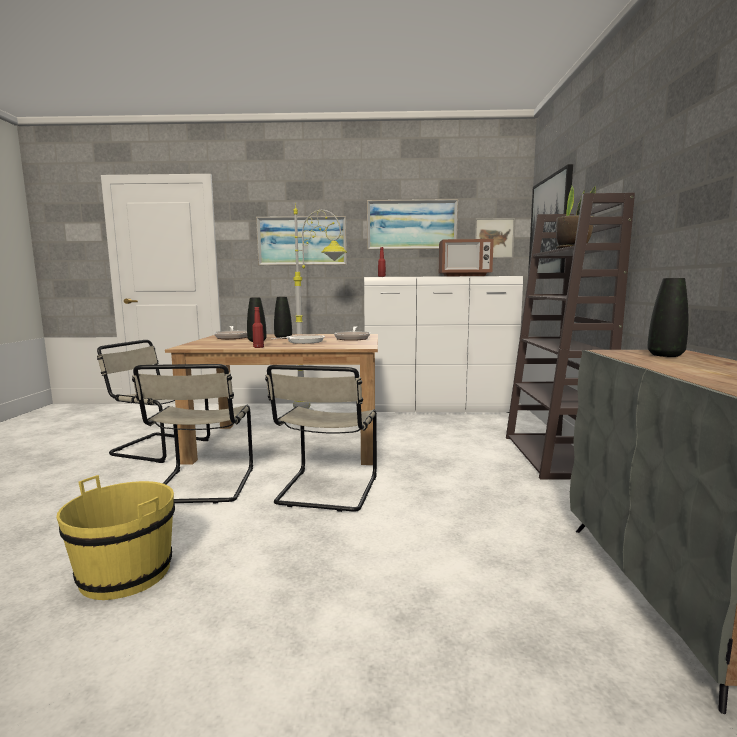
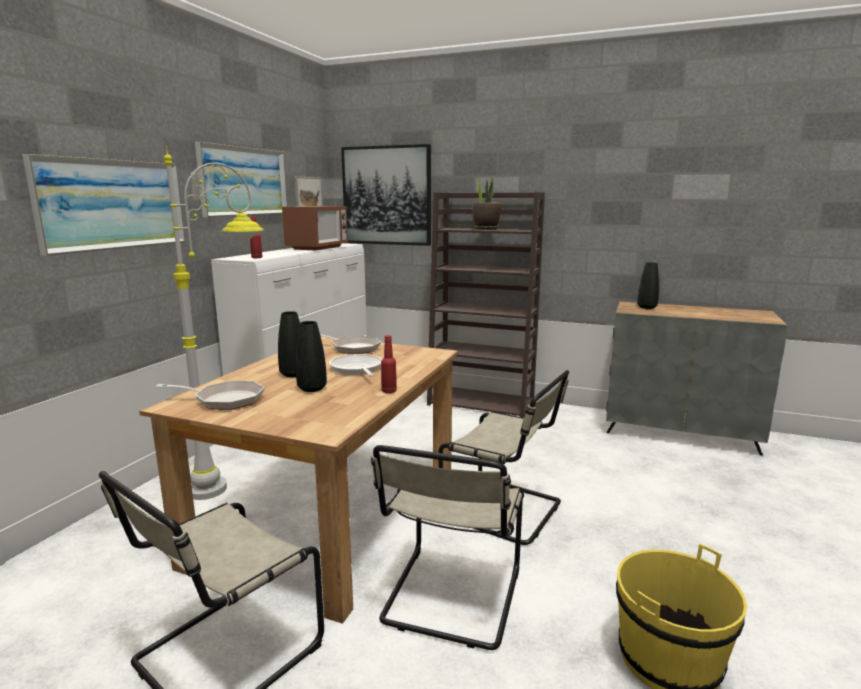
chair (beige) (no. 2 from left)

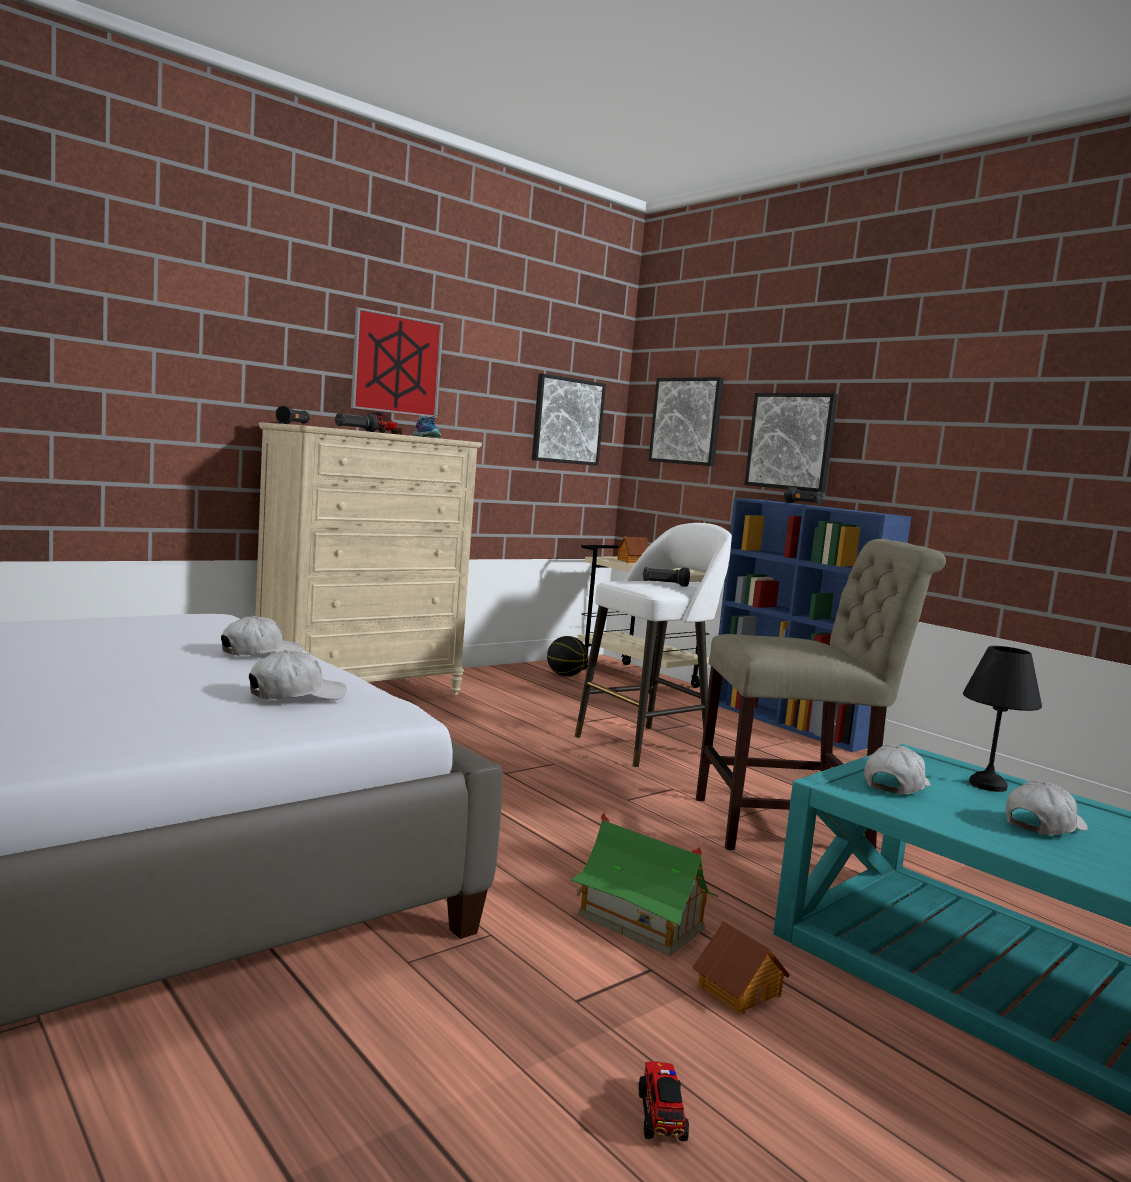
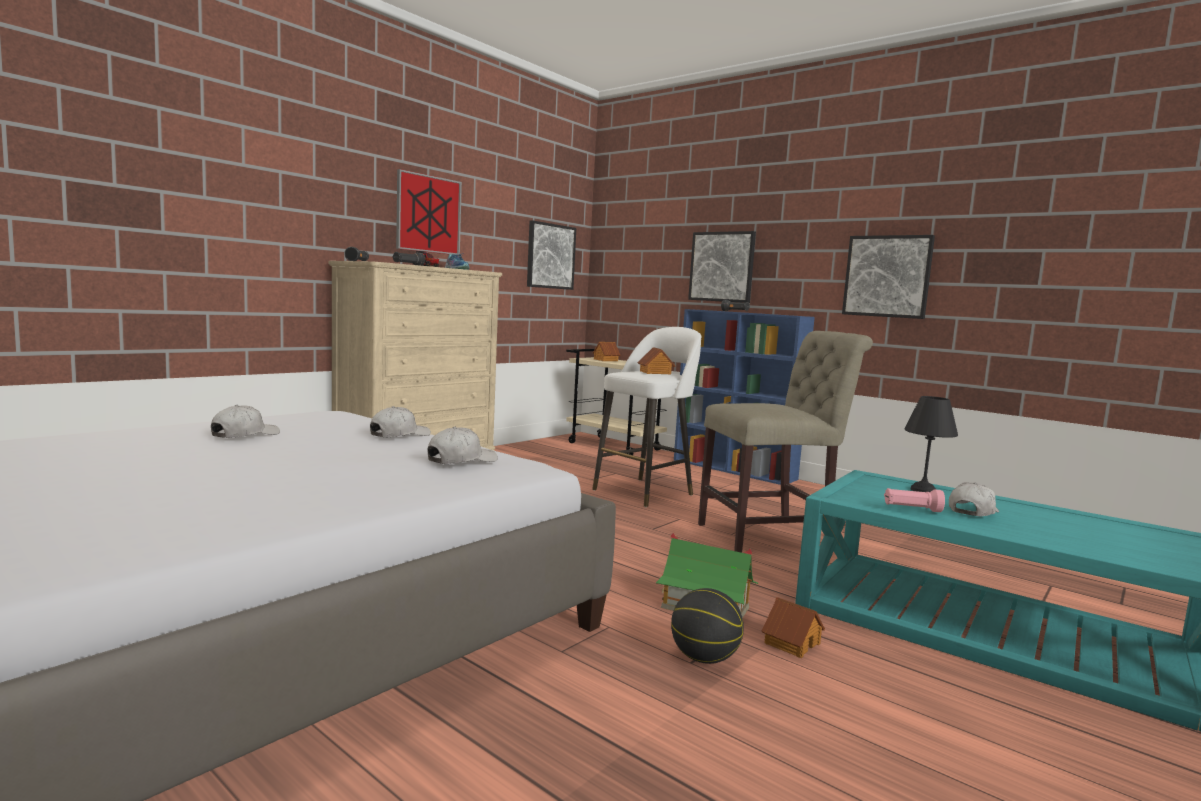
basketball ball
toy truck (no. 2 from left in the first image)
model house (no. 2 from left)
wall picture (no. 4 from left)
peaked cap (white) (no. 1 from left)
flashlight (pink-coloured)

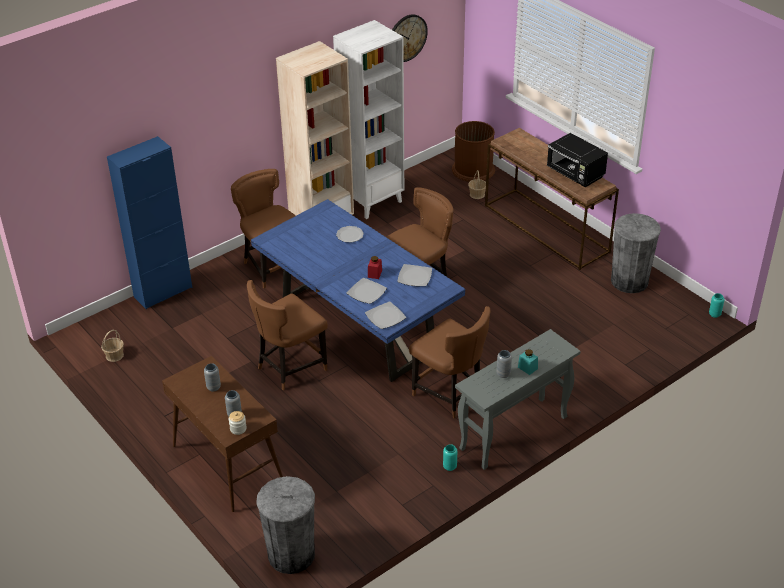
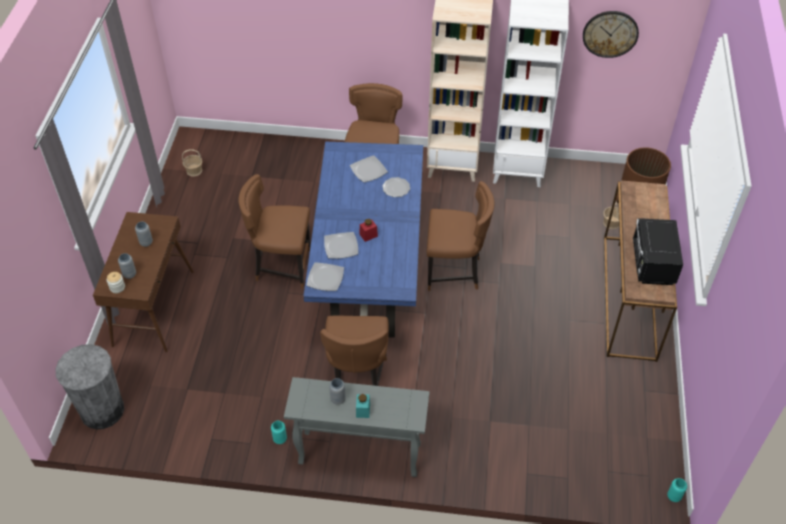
cupboard (bluish)
flat dish (no. 3 from left)
waste bin (greyish) (no. 2 from left in the first image)

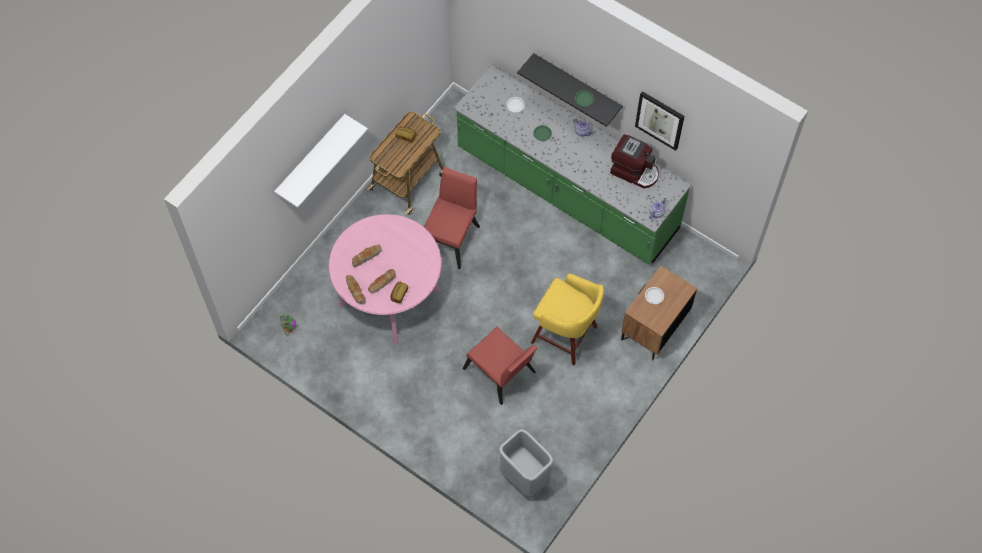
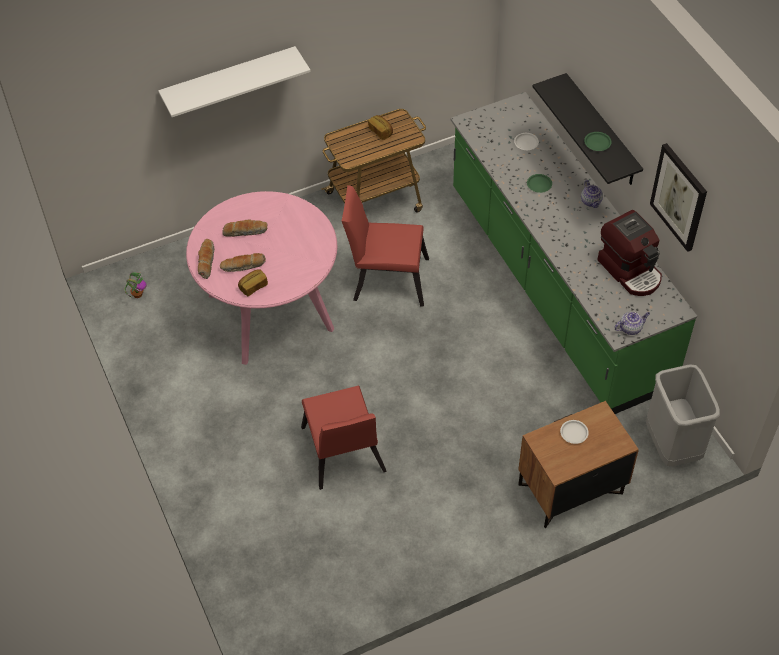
chair (red) (no. 2 from left)
waste bin (greyish)
stool seat (yellowish)

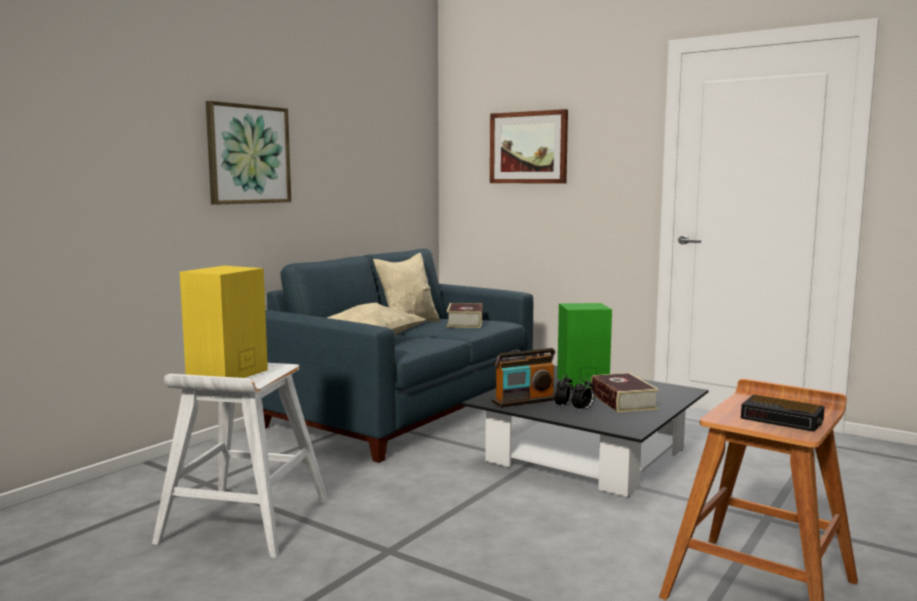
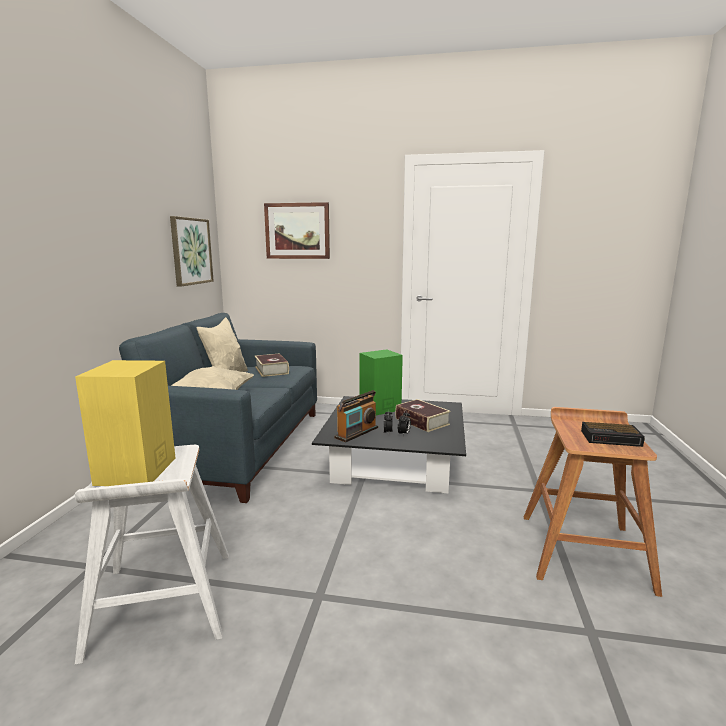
wall picture (no. 1 from left)

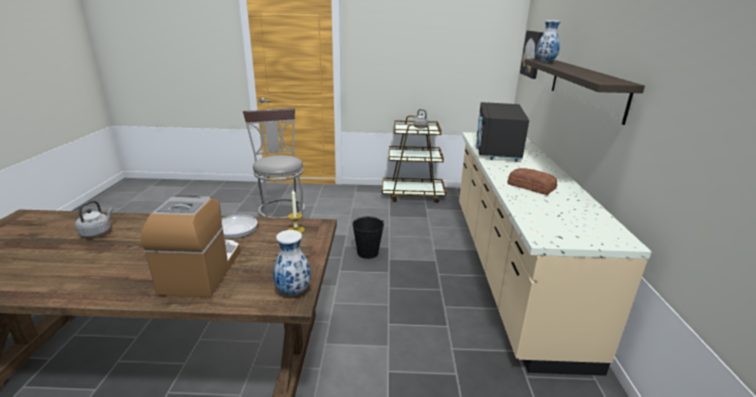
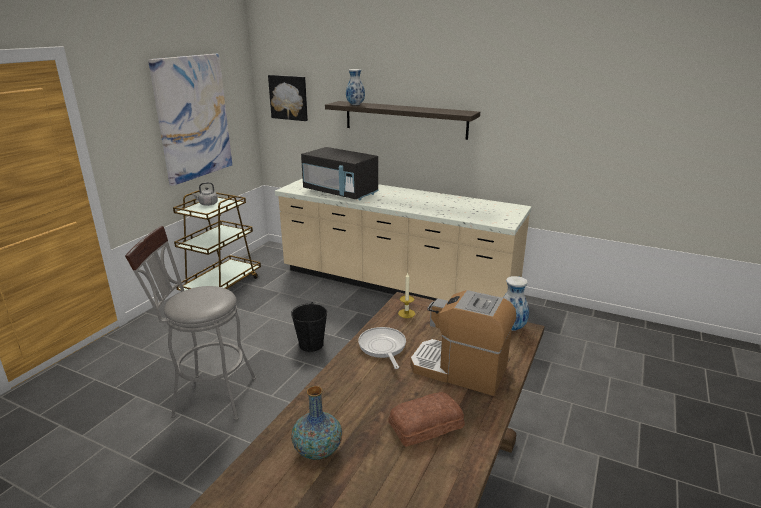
decorative vase (no. 1 from left)
bread
wall picture (no. 1 from left)

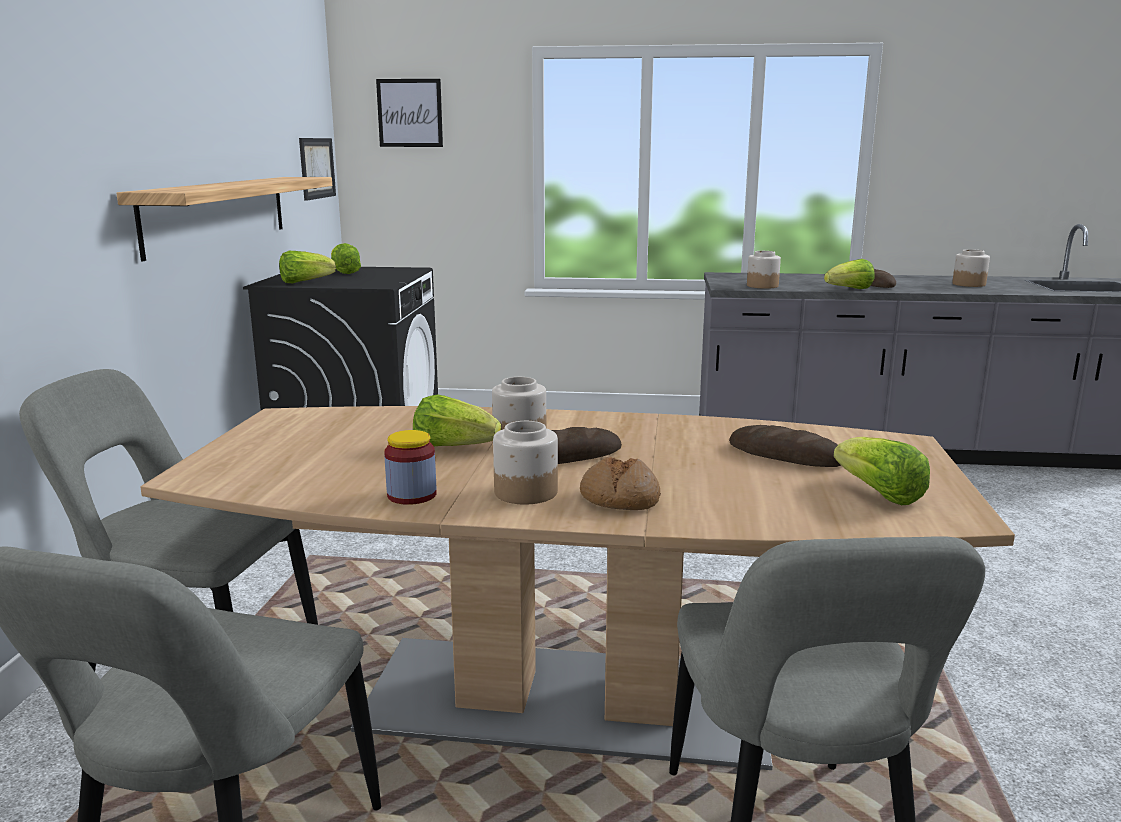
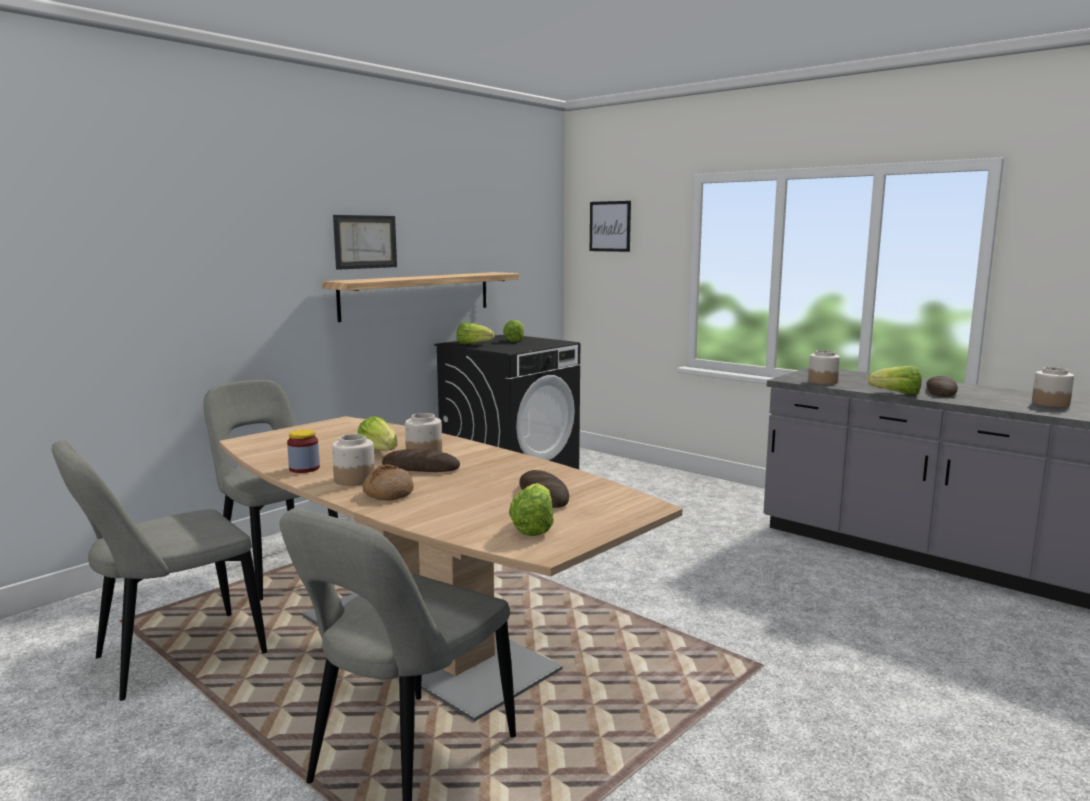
wall picture (no. 1 from left)

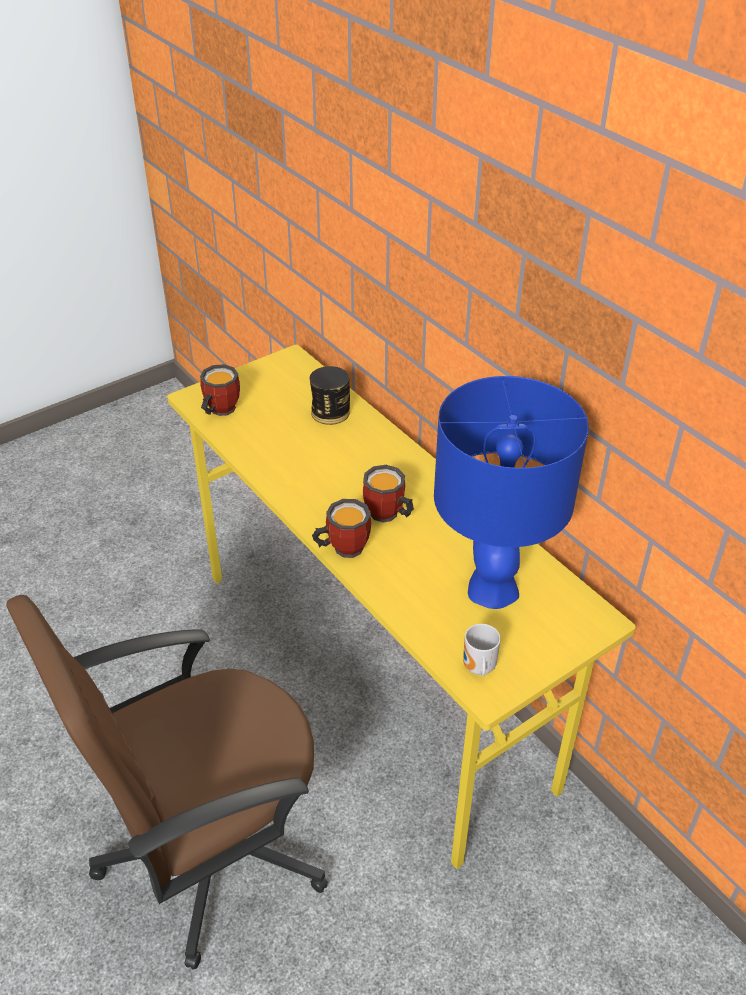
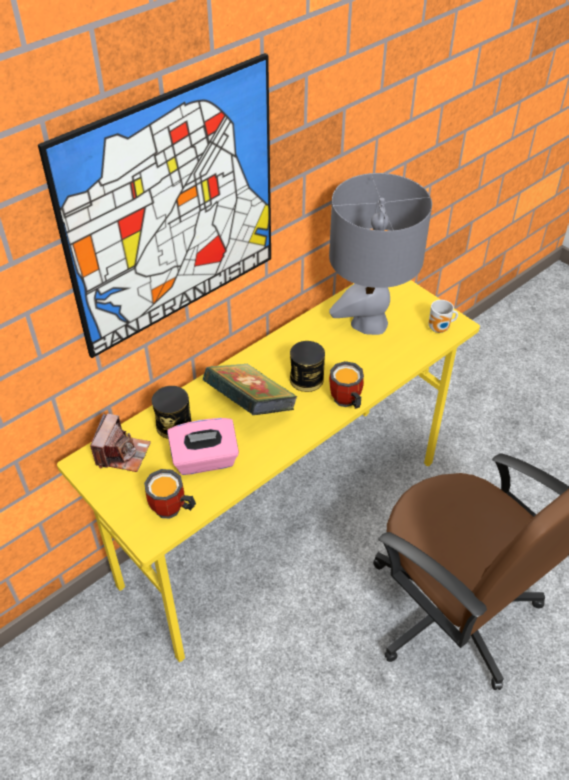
sealed can (no. 2 from left)
lamp for a table (greyish)
wall picture
photo camera
box of tissues (pink-coloured)
book

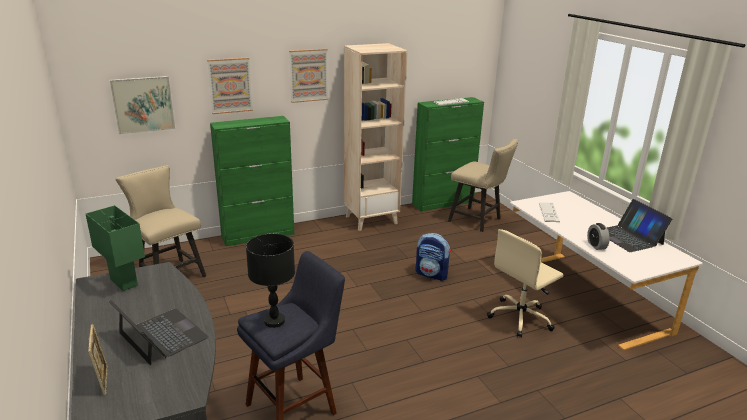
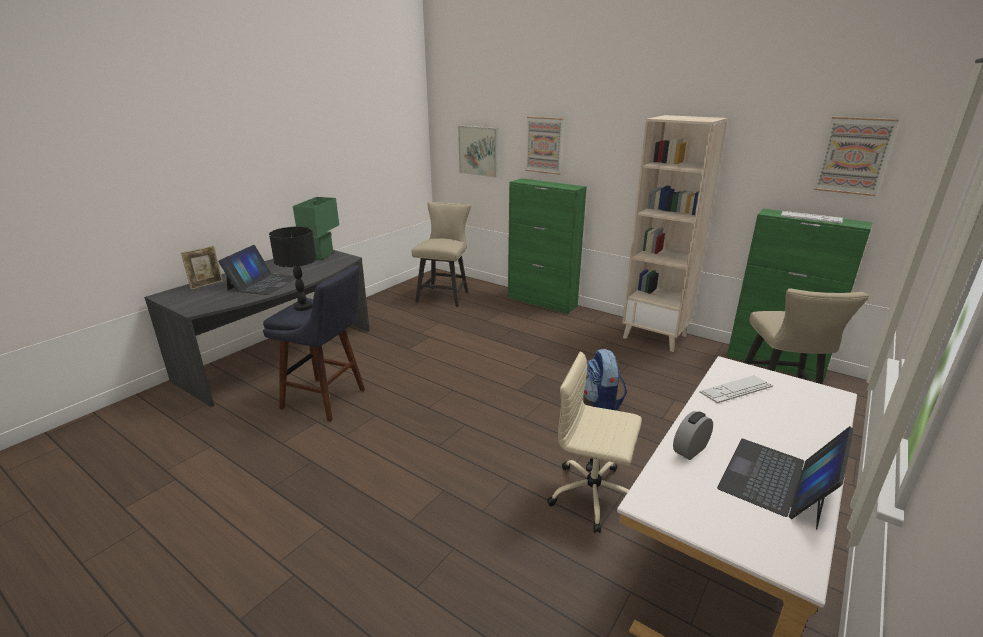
wall picture (no. 3 from left)

